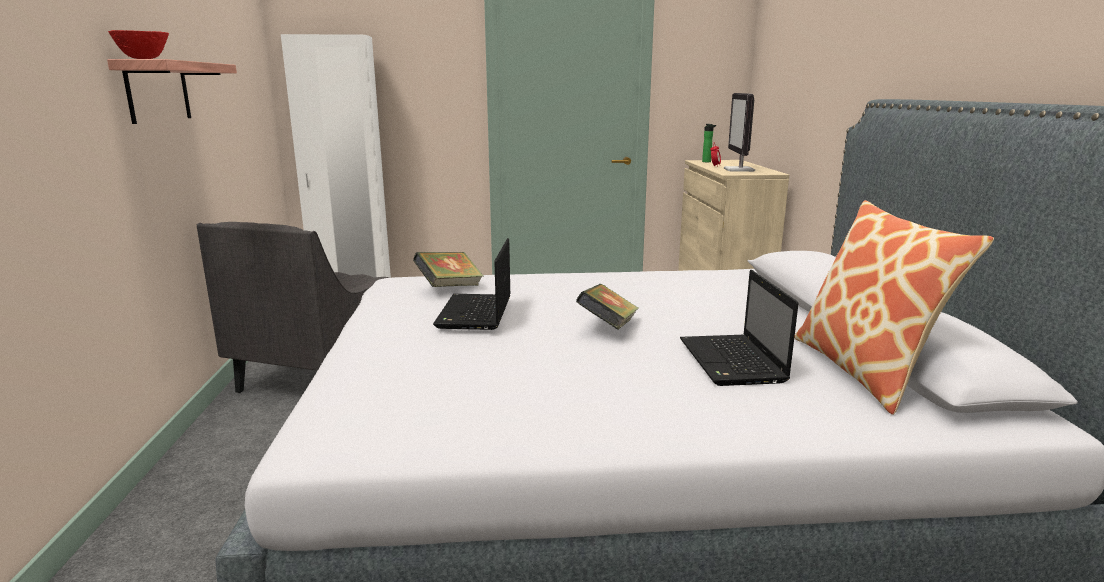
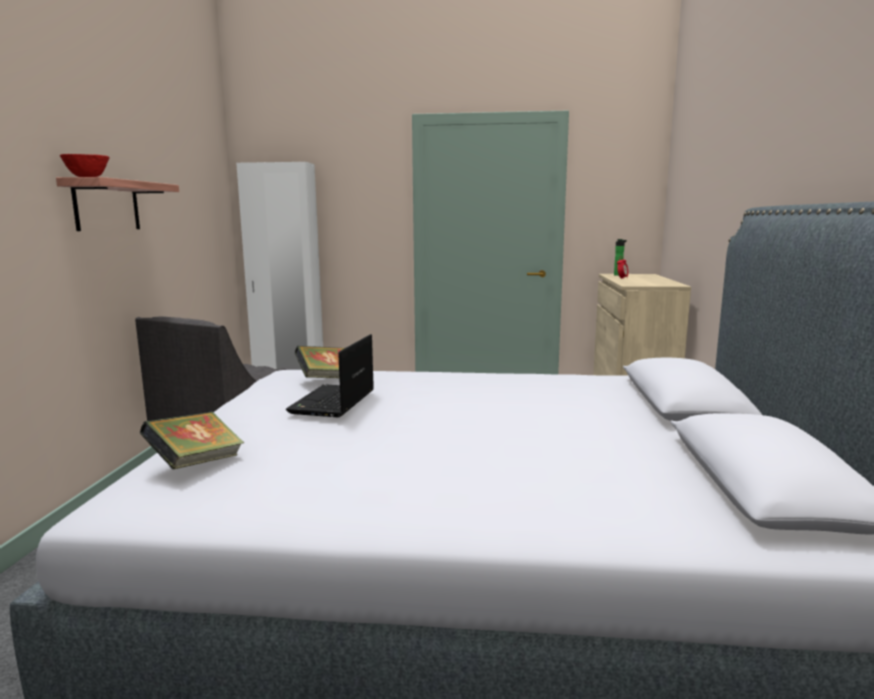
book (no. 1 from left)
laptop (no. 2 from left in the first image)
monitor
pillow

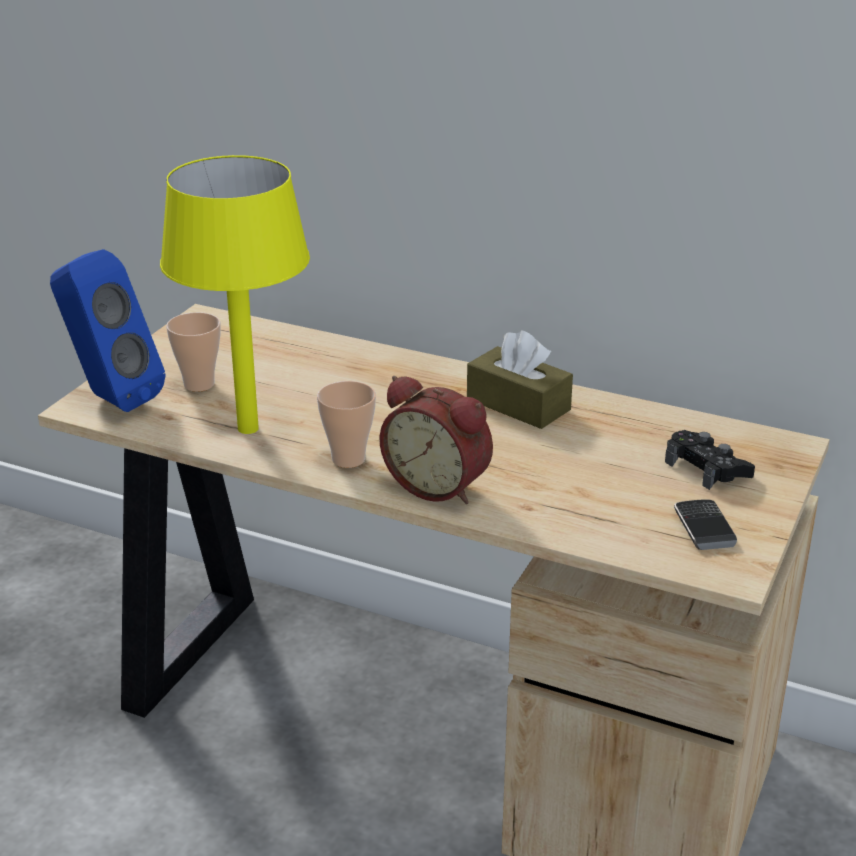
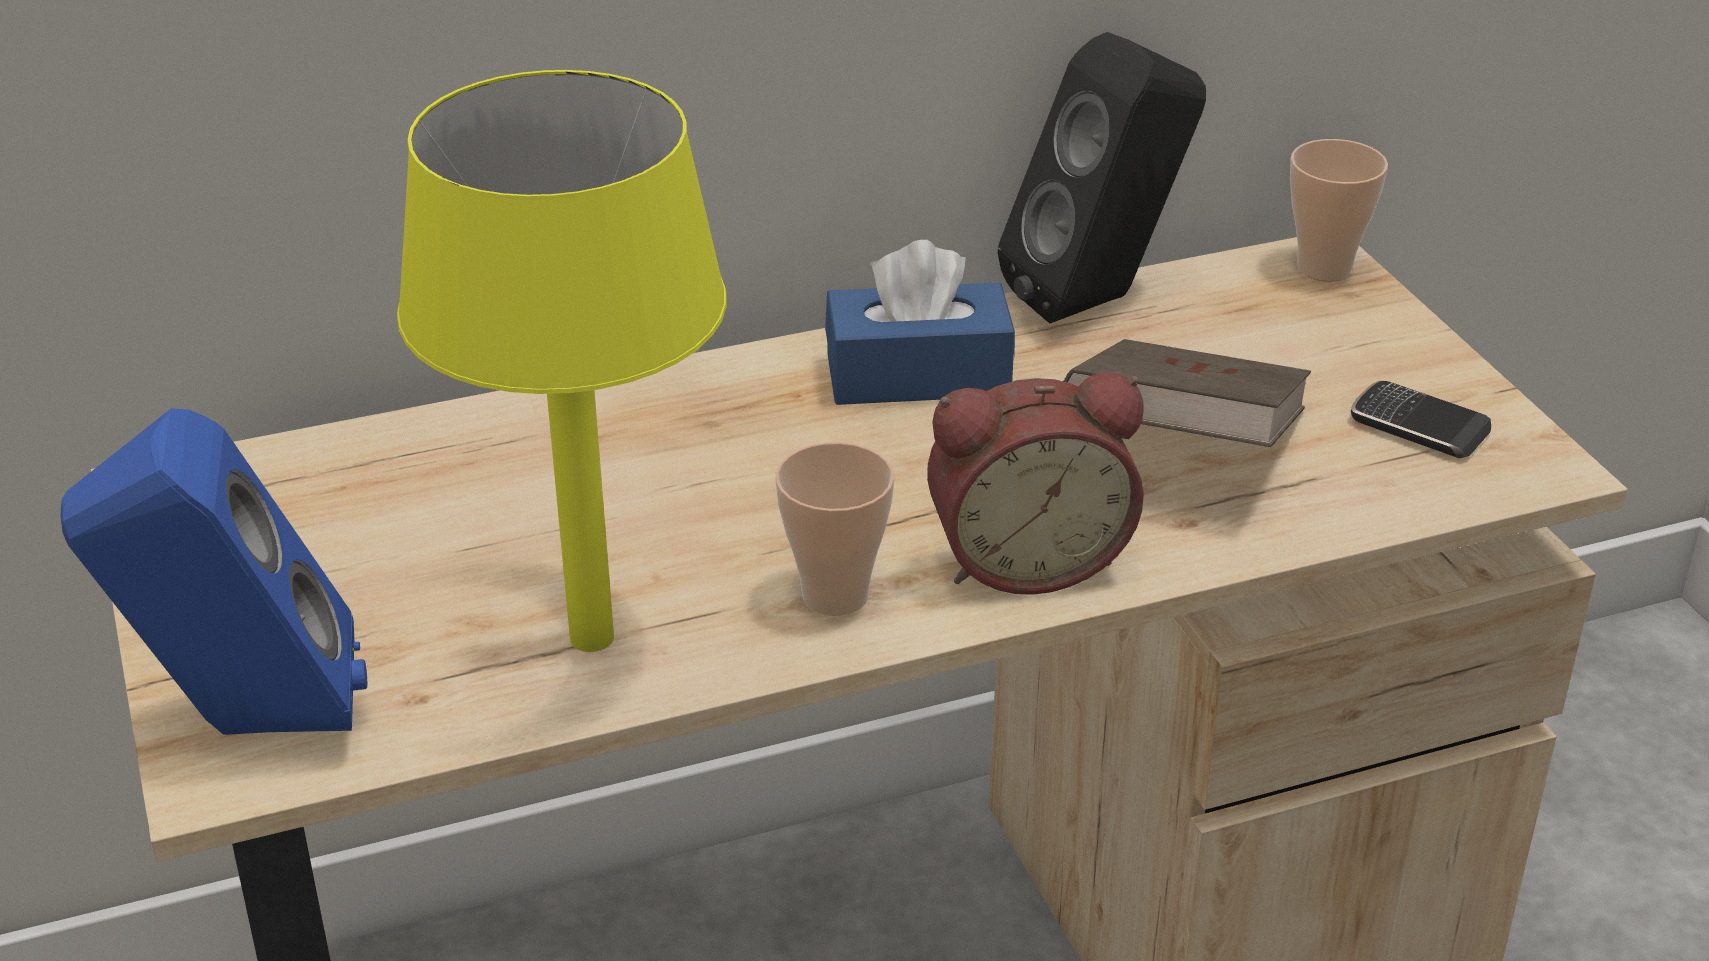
drinking cup (no. 2 from left)
box of tissues (bluish)
gamepad (black)
audio speaker (black)
book (brownish)

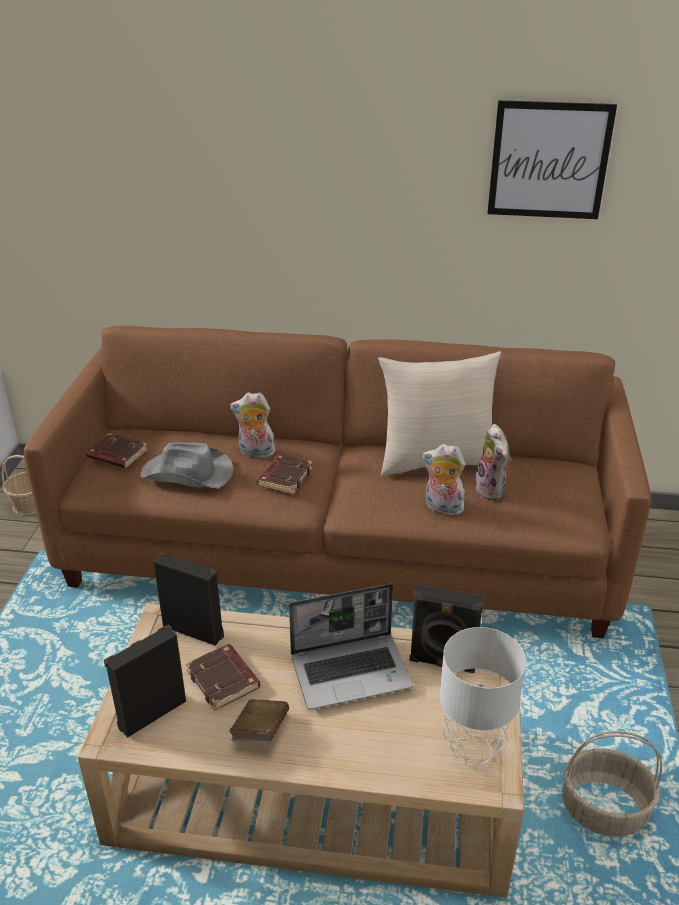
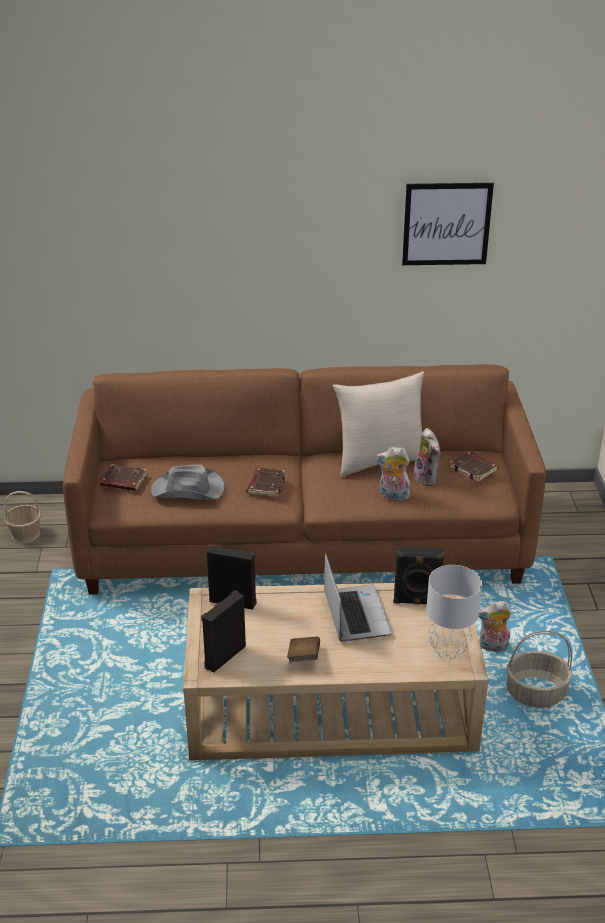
book (brownish) (no. 4 from left)
soft toy (no. 3 from left)
laptop

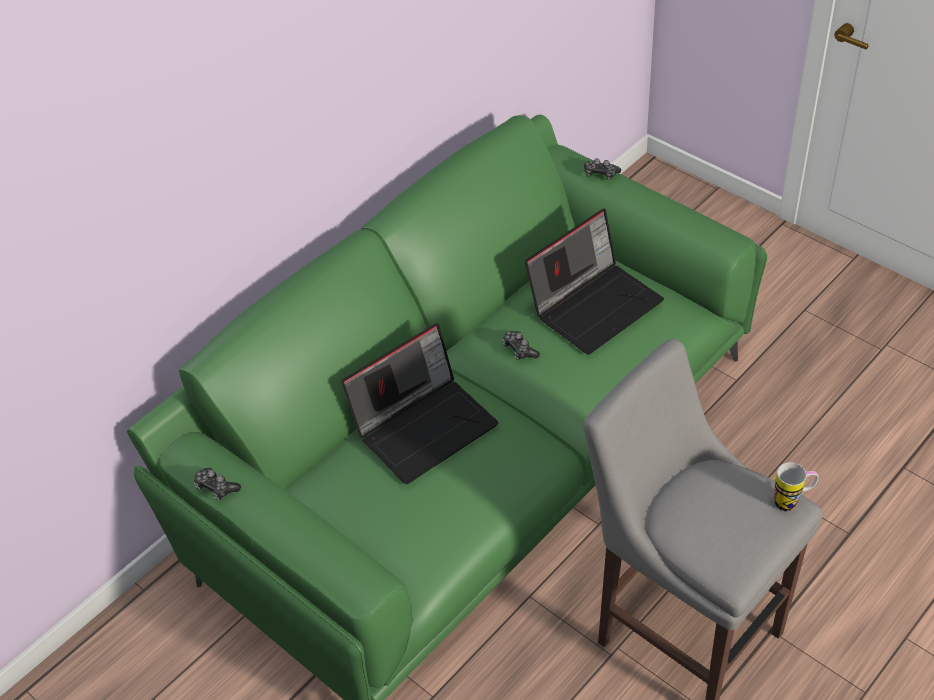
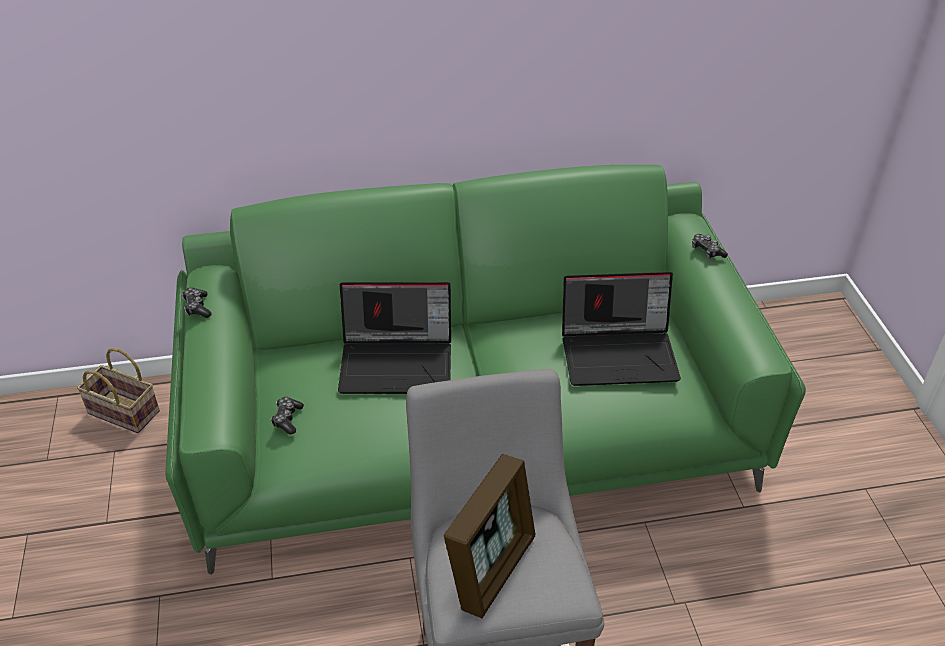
gamepad (no. 2 from left)
mug
household basket
standing frame

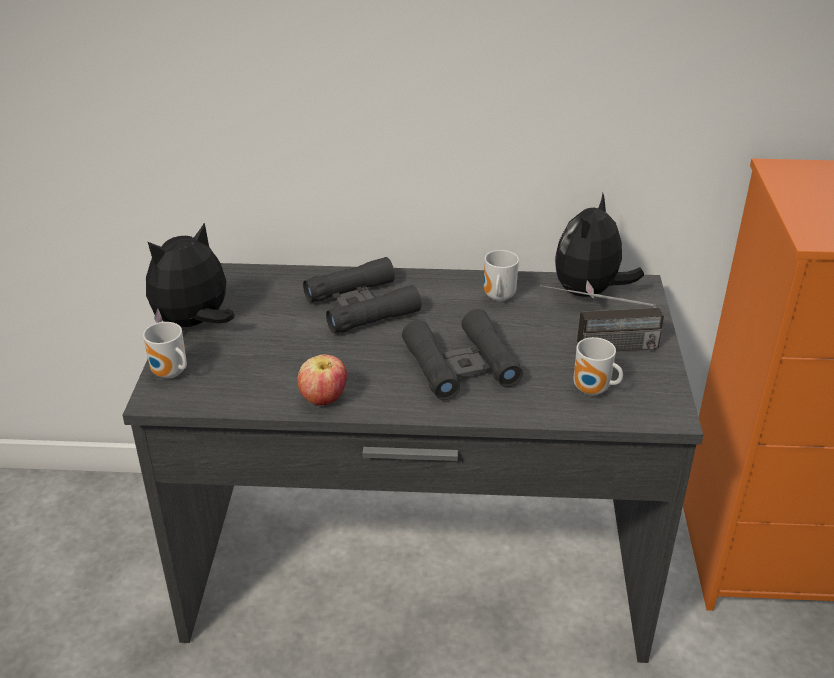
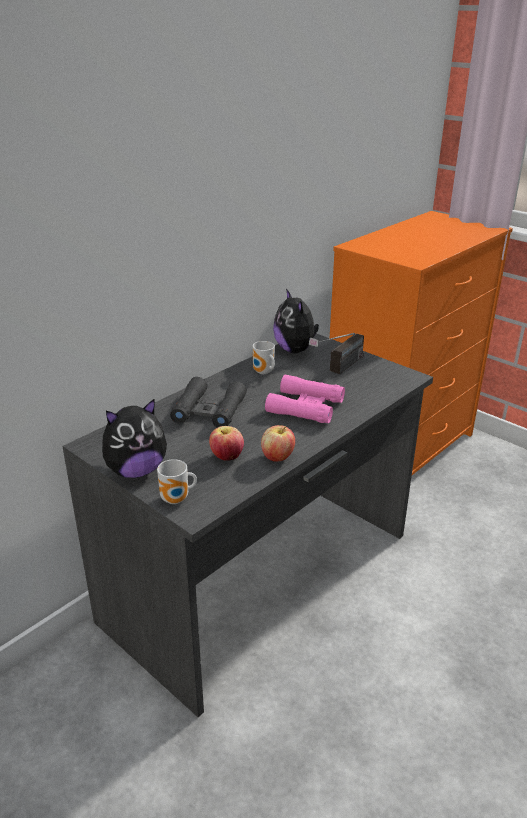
soft toy (no. 1 from left)
binoculars (pink-coloured)
mug (no. 3 from left in the first image)
whole apple (no. 1 from left)

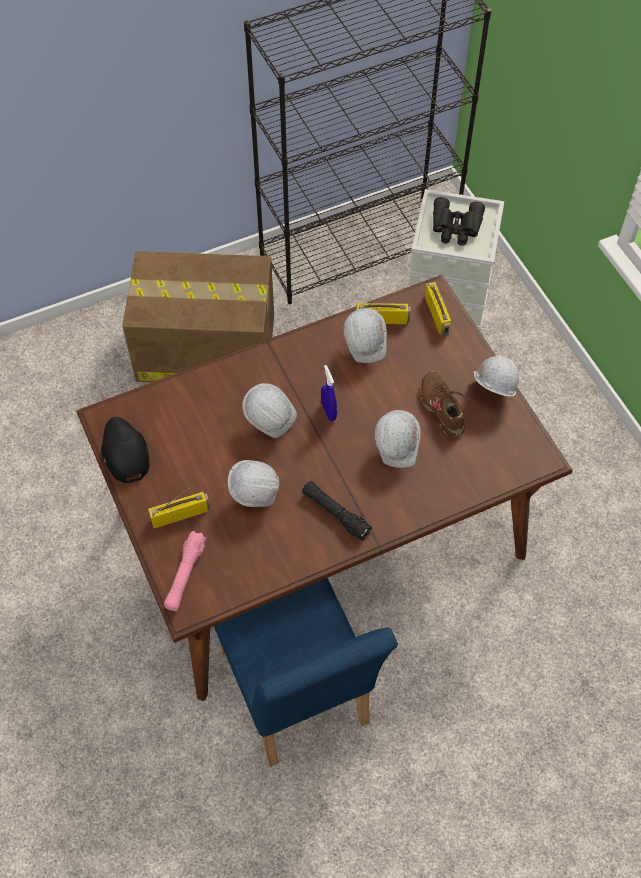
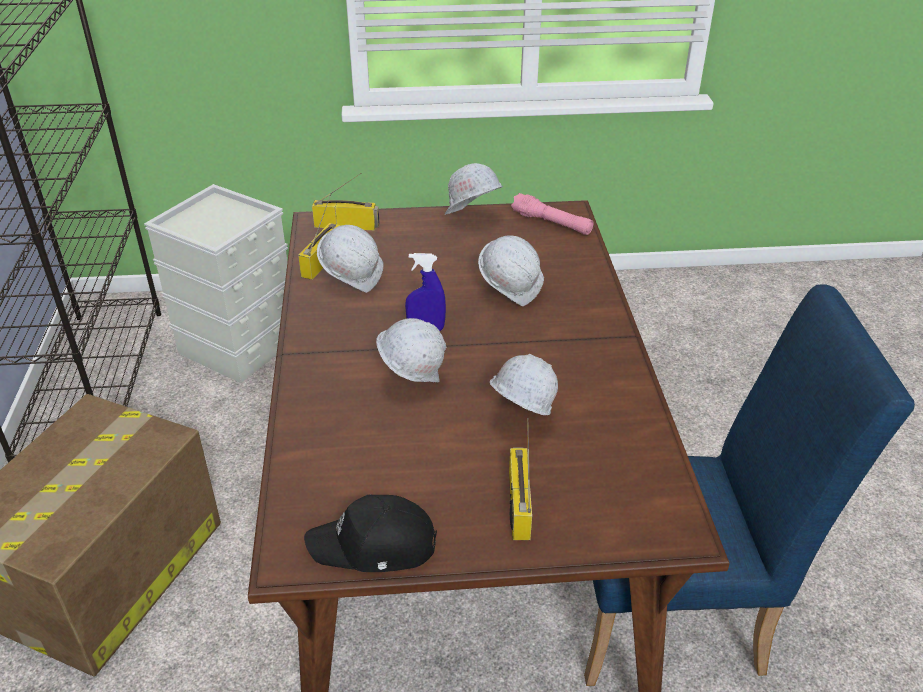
flashlight (pink-coloured)
flashlight (black)
item of footwear (brownish)
binoculars (black)

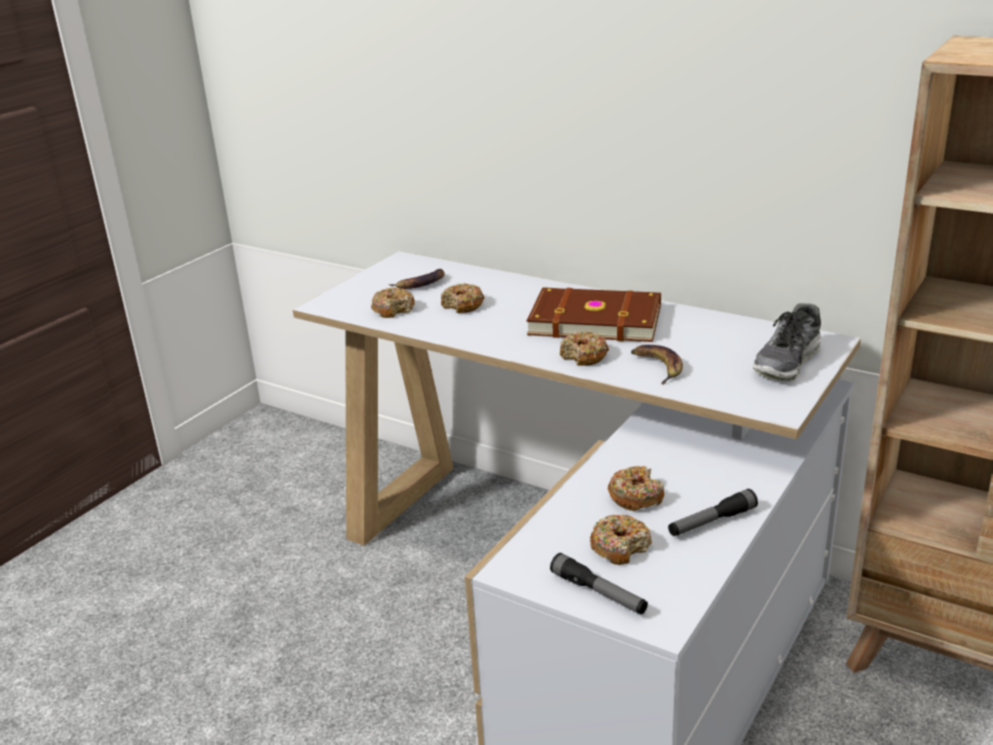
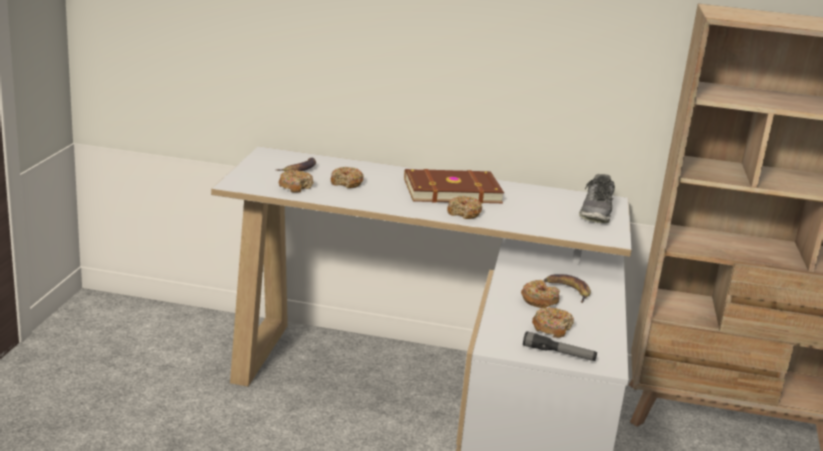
banana fruit (no. 2 from left)
flashlight (no. 2 from left in the first image)

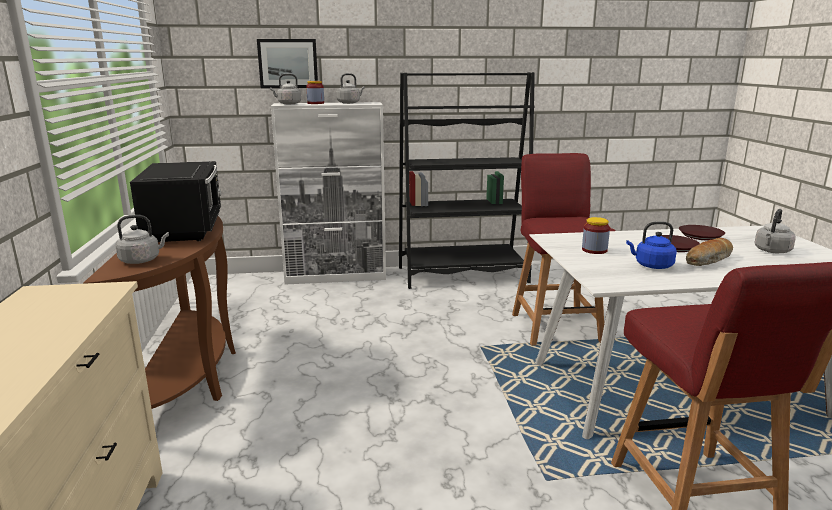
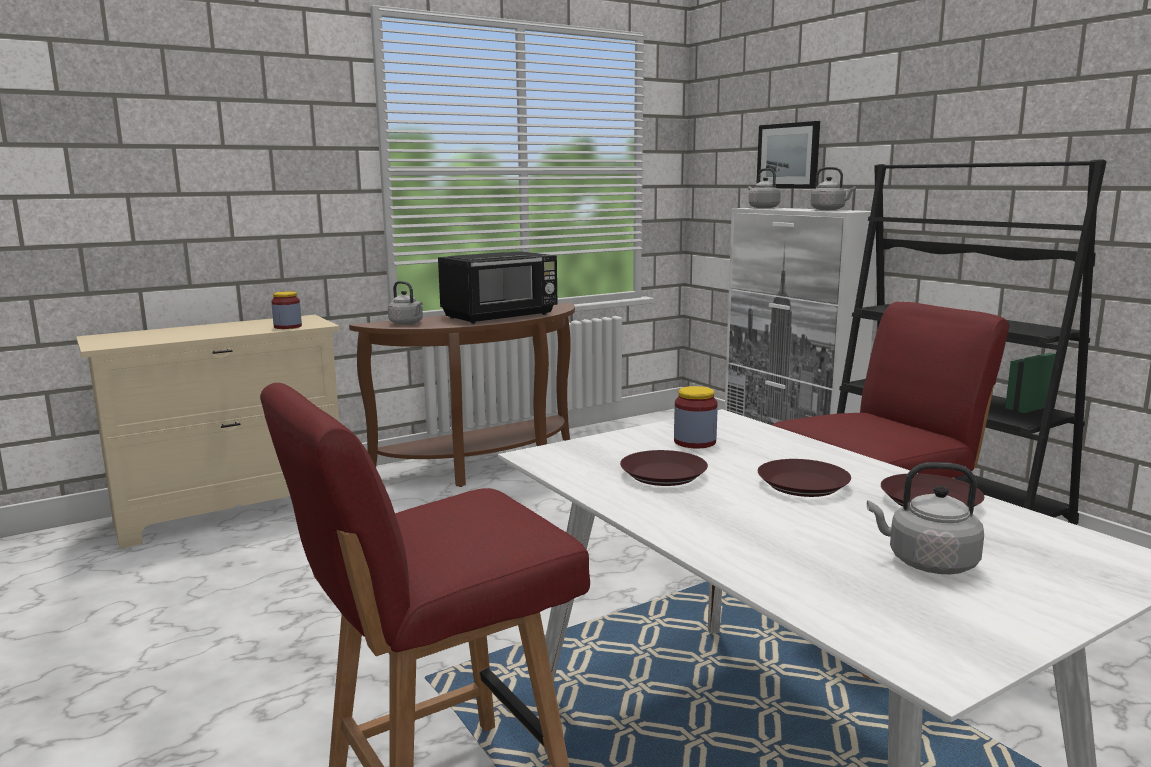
preserve jar (no. 1 from left)
flat dish (brownish) (no. 1 from left)
bread

